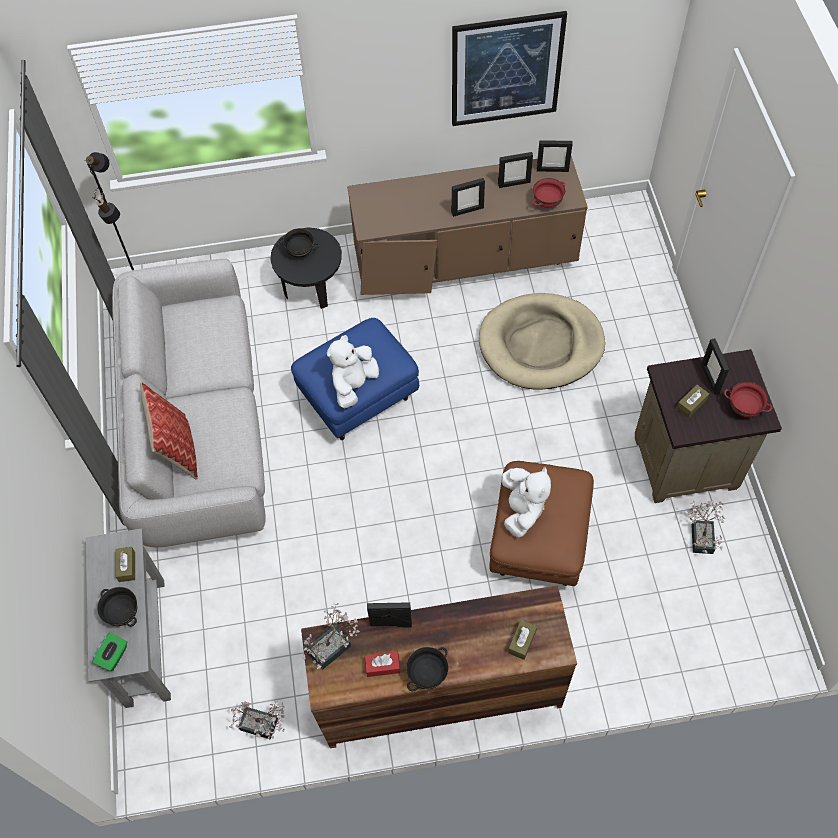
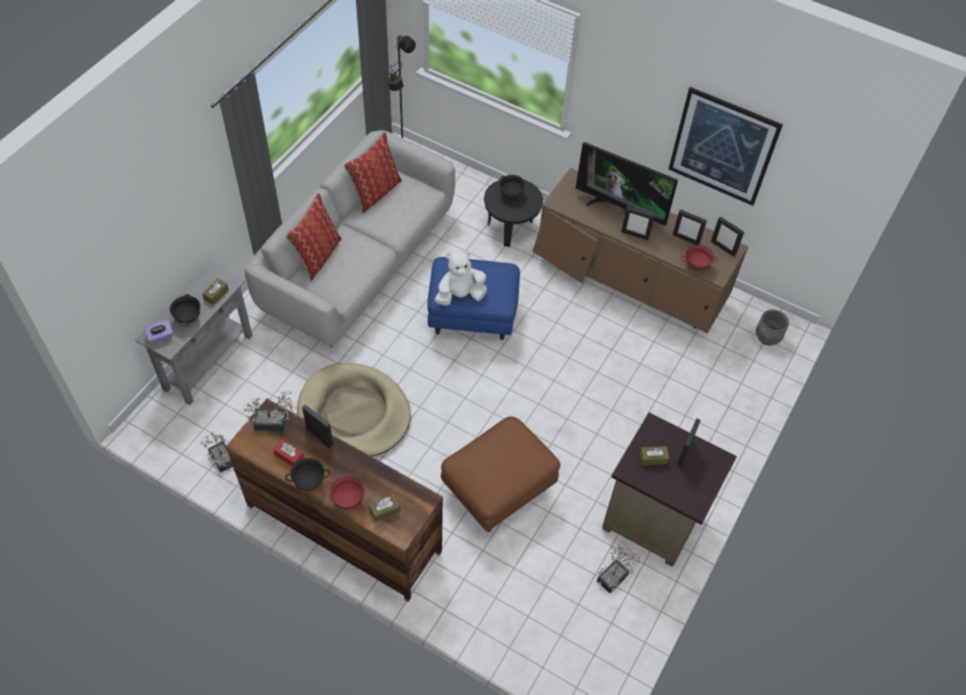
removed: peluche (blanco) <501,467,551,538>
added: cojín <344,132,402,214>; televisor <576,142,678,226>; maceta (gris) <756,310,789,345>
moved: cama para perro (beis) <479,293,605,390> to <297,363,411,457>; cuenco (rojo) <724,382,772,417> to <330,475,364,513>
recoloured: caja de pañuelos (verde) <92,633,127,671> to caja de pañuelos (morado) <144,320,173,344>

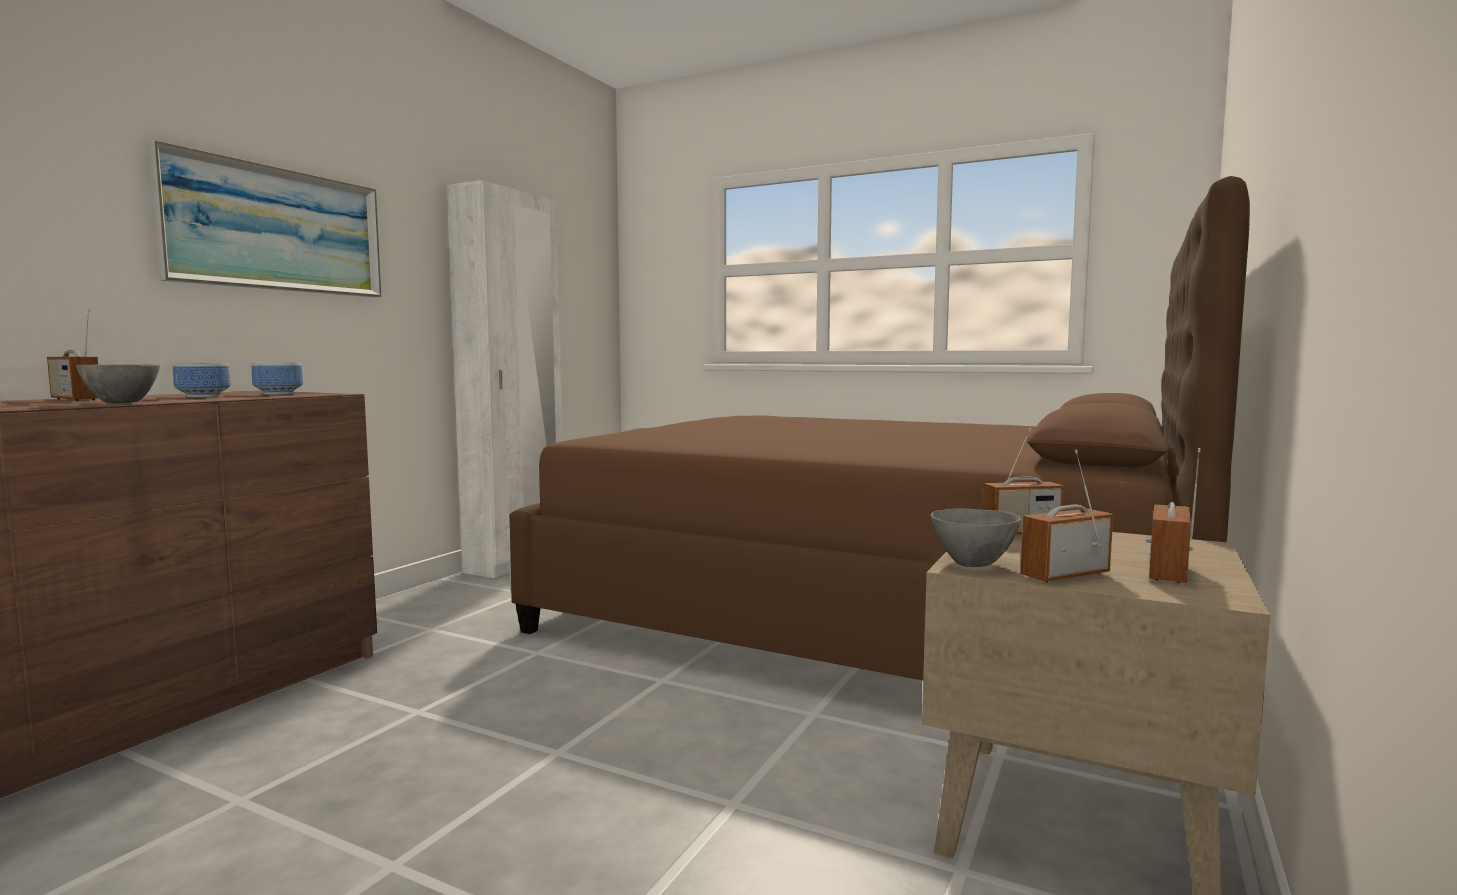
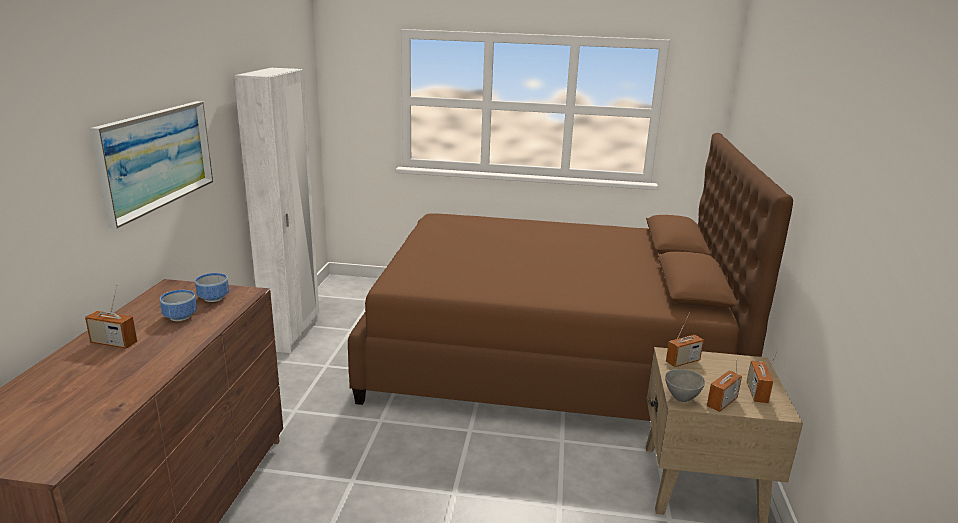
removed: cuenco (gris) <76,364,160,403>

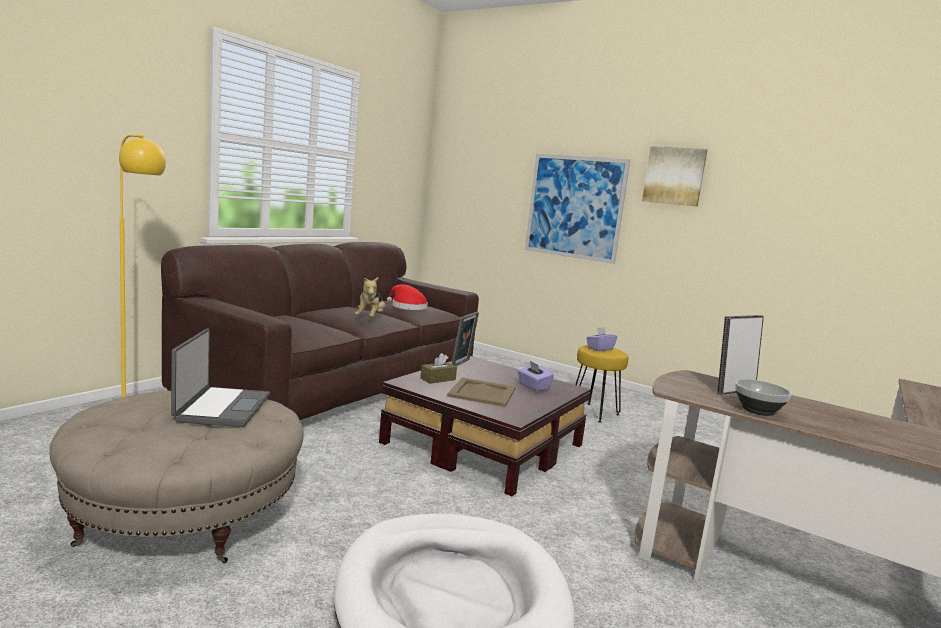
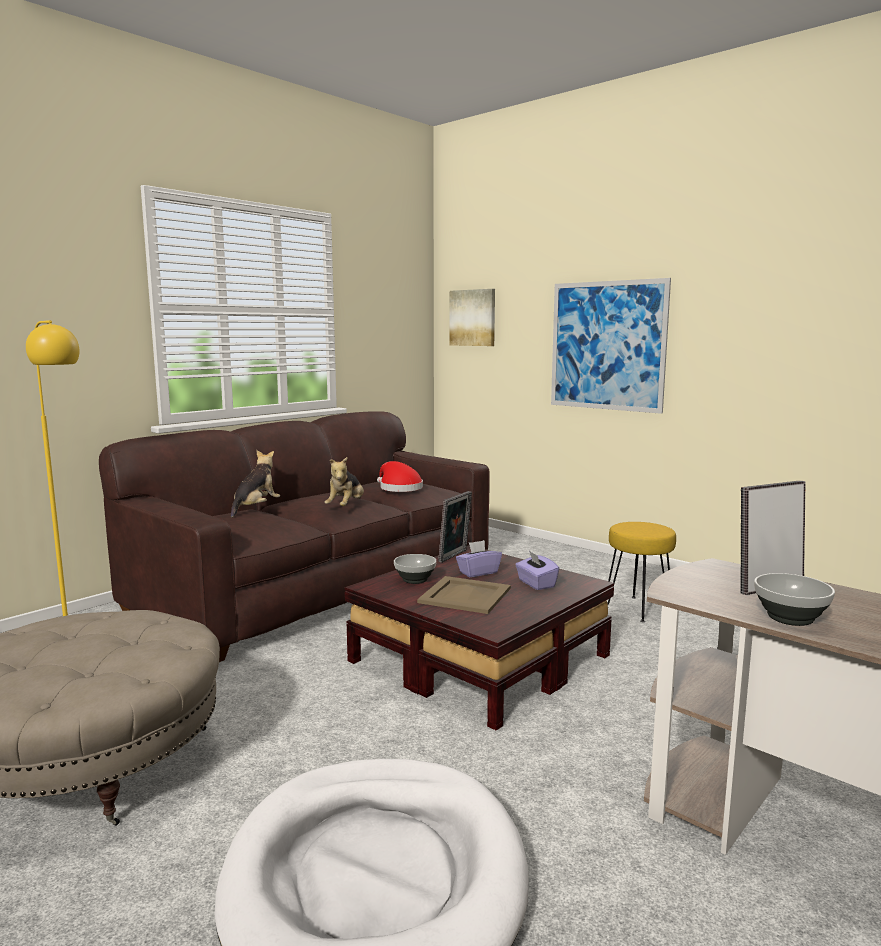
removed: portátil <171,328,270,427>
added: peluche <231,450,280,518>
moved: caja de pañuelos (morado) <586,327,618,351> to <456,540,502,577>; cuadro <642,146,708,207> to <449,289,495,346>
replaced: caja de pañuelos (marrón) <420,353,457,384> to cuenco <394,554,436,584>

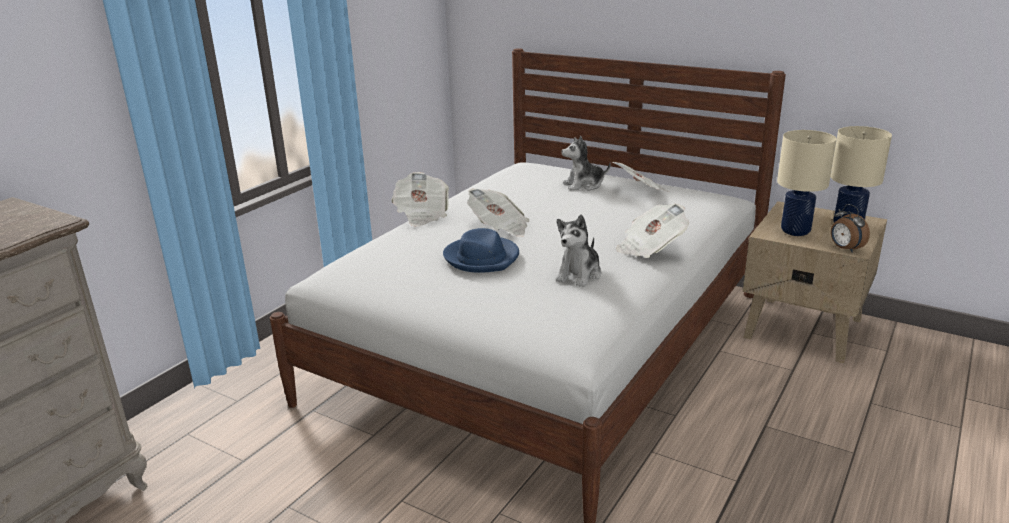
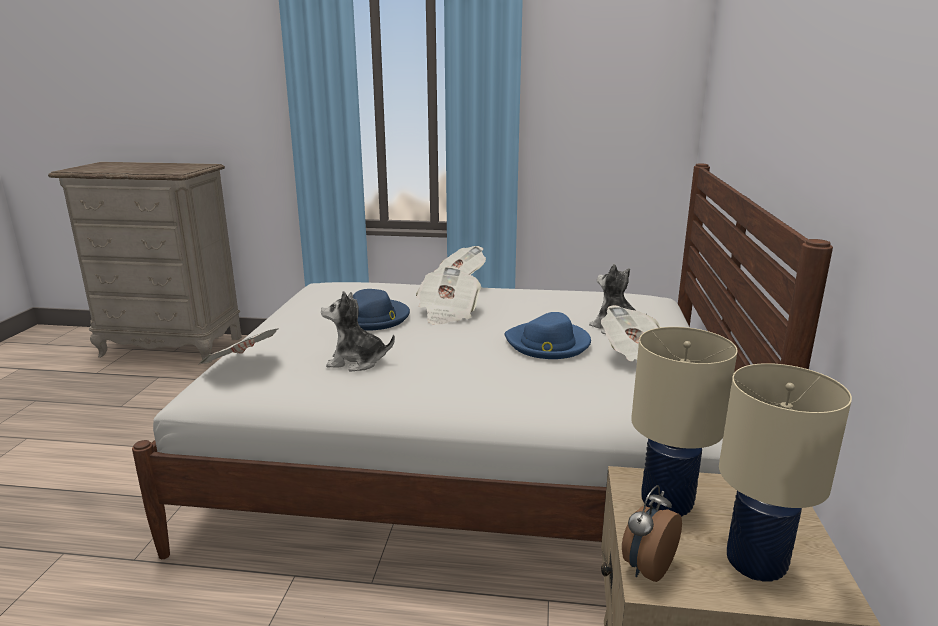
added: sombrero (azul) <505,312,591,359>
moved: periódico <616,204,689,258> to <198,329,278,365>

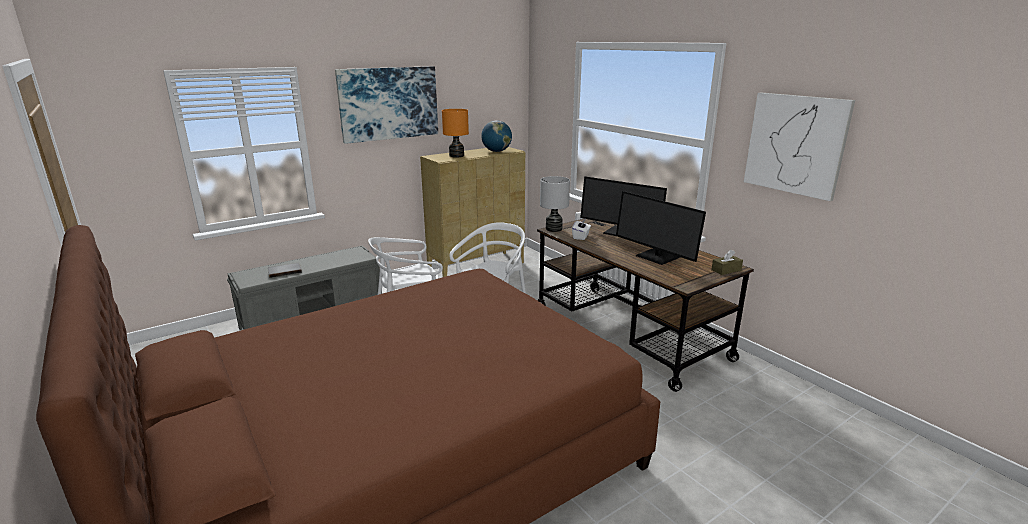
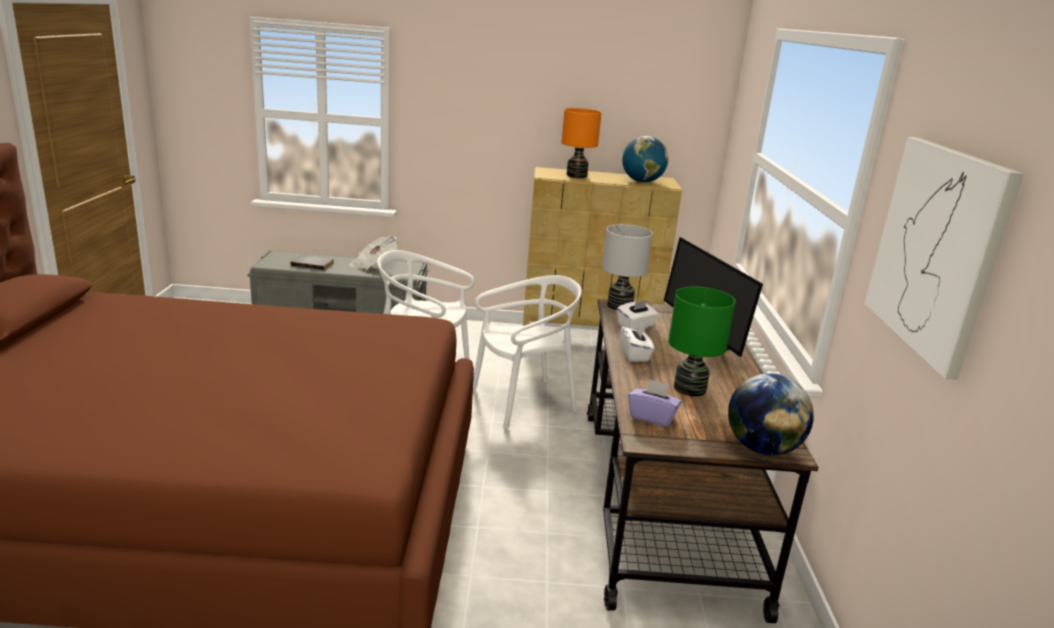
removed: cuadro <335,66,438,144>
added: periódico <349,236,397,269>; caja de pañuelos (blanco) <621,324,655,362>; caja de pañuelos (morado) <628,379,681,427>
replaced: monitor <616,191,706,265> to lámpara de mesa (verde) <668,286,736,396>; caja de pañuelos (marrón) <711,249,743,275> to globo terráqueo <728,373,814,456>

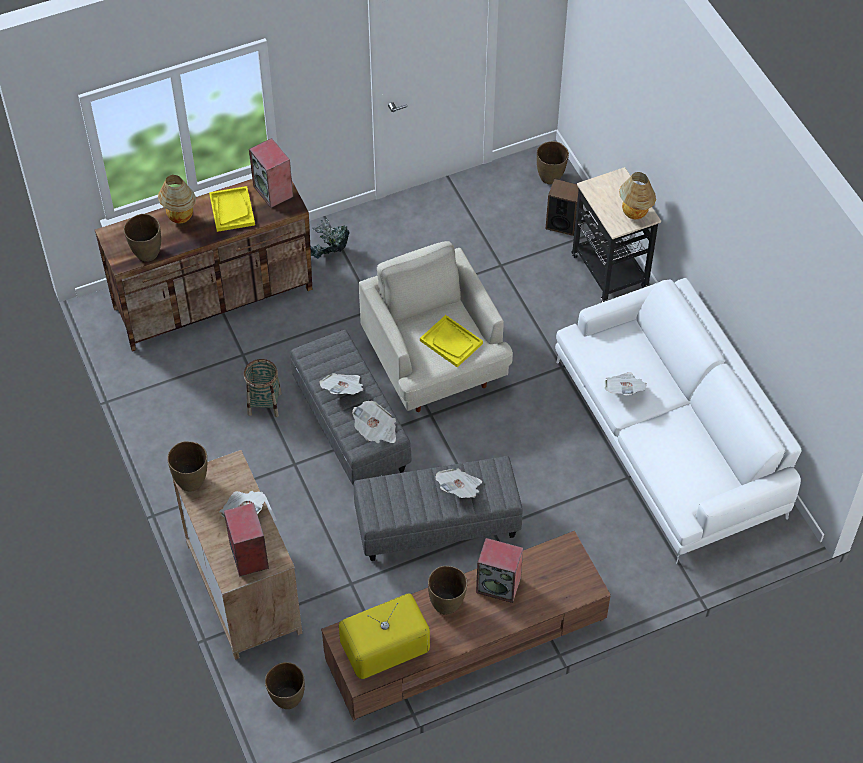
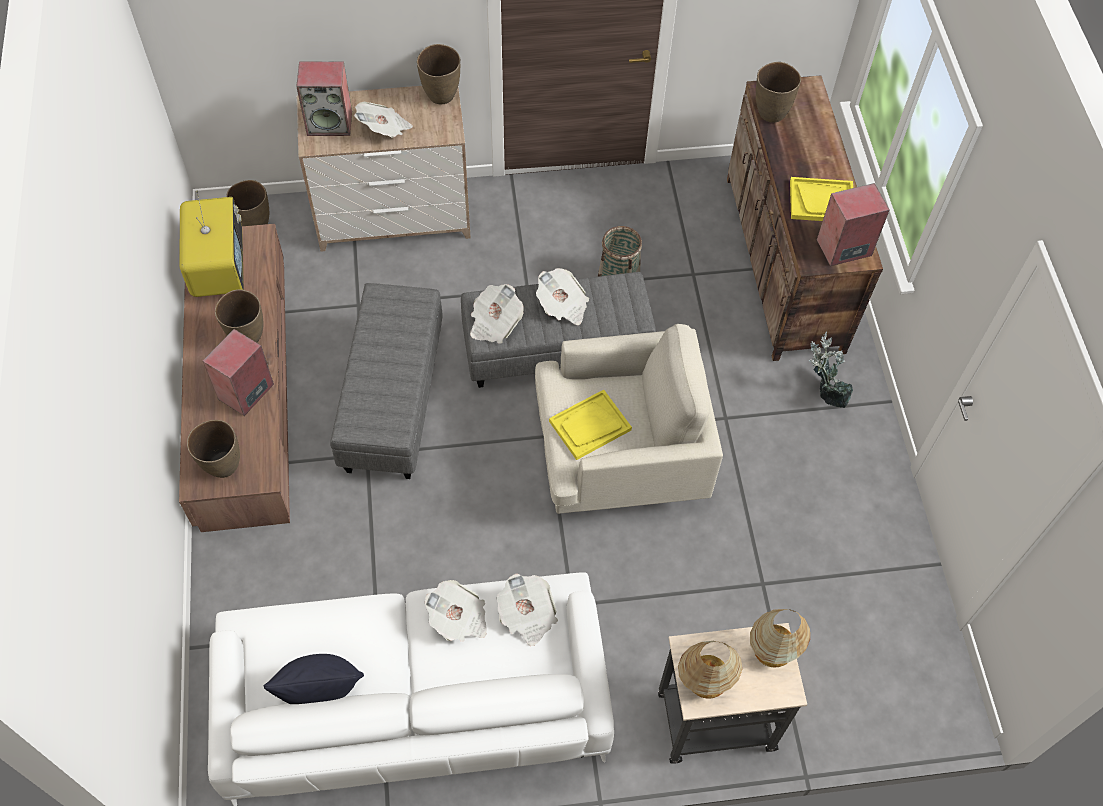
removed: altavoz <546,179,579,236>
added: cojín (negro) <264,654,364,704>
moved: lámpara de mesa <158,175,196,223> to <750,609,810,667>; periódico <435,468,482,498> to <496,573,558,646>; florero (marrón) <537,141,569,184> to <187,420,240,478>

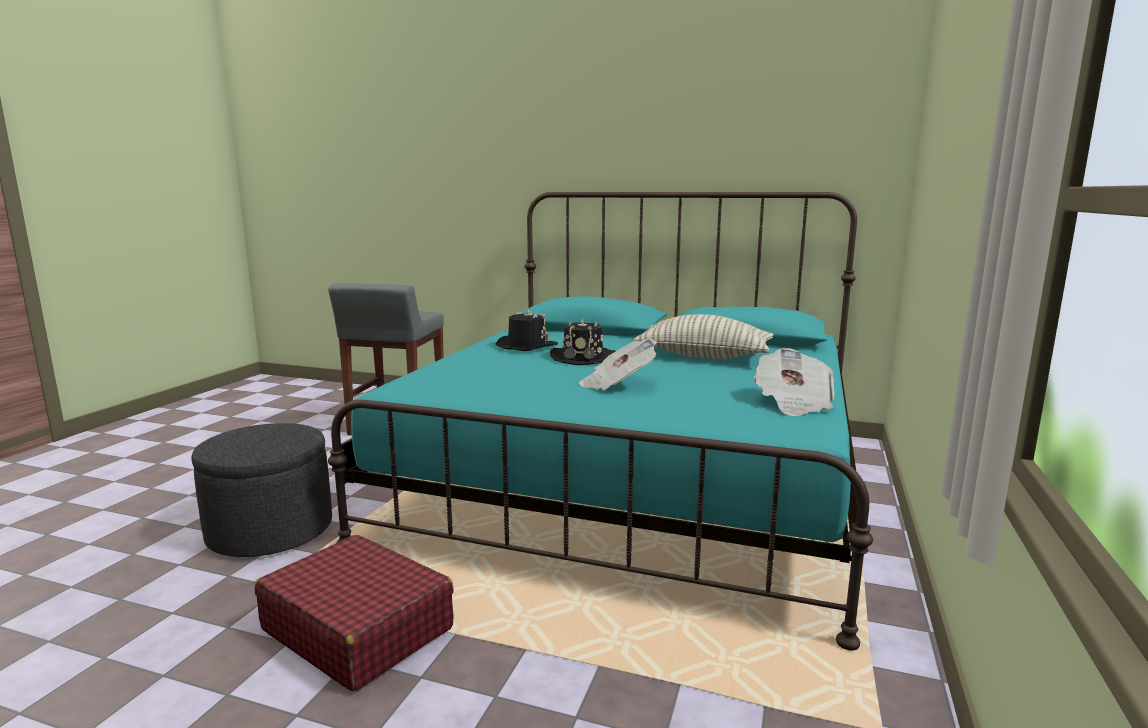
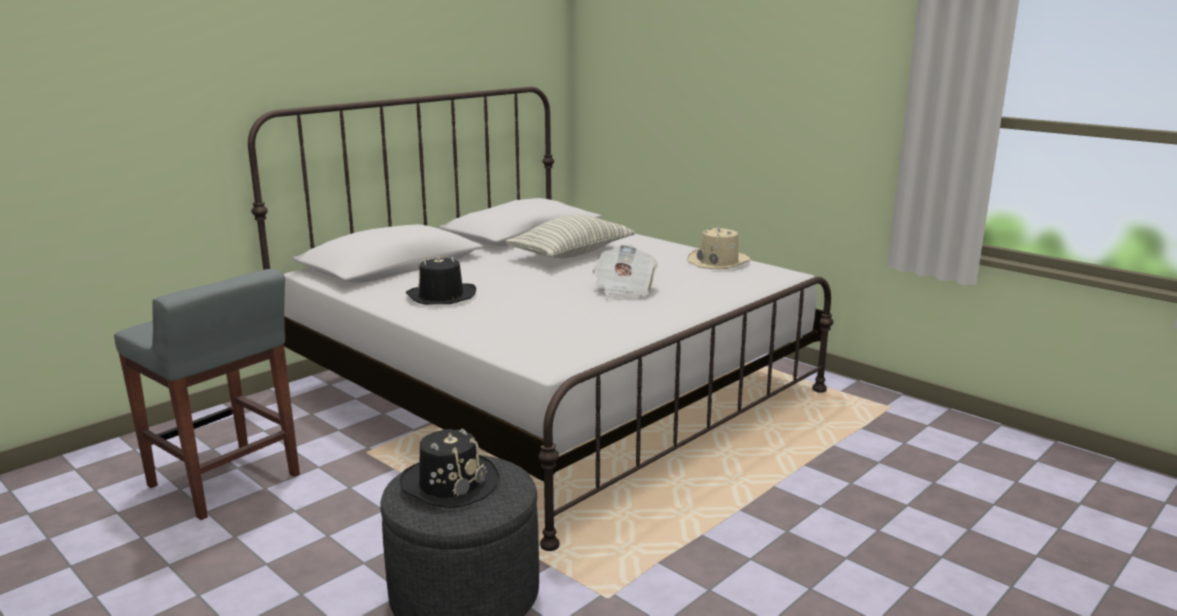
removed: maleta (rojo) <255,535,454,692>
moved: sombrero (negro) <550,318,616,365> to <400,429,500,508>
replaced: periódico <754,348,835,416> to sombrero (beis) <687,226,750,269>
recoloured: cama (turquesa) <328,192,873,650> to cama (blanco) <248,87,833,551>

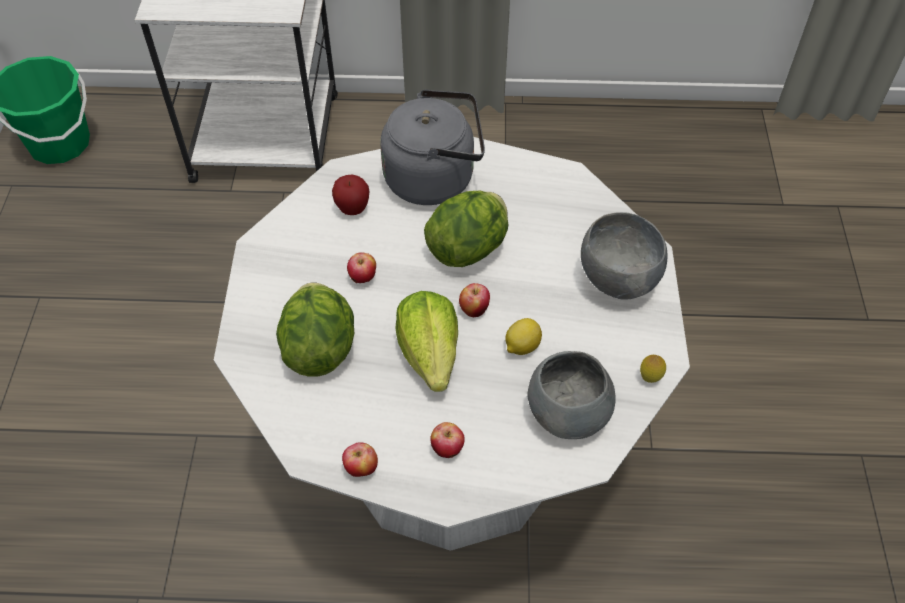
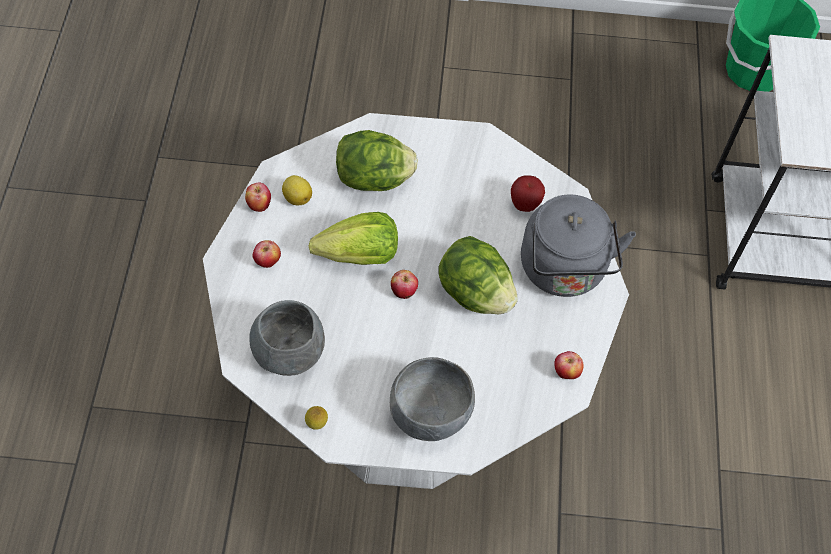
moved: manzana <347,252,376,283> to <554,351,584,379>; limón <505,318,542,355> to <282,175,312,205>

